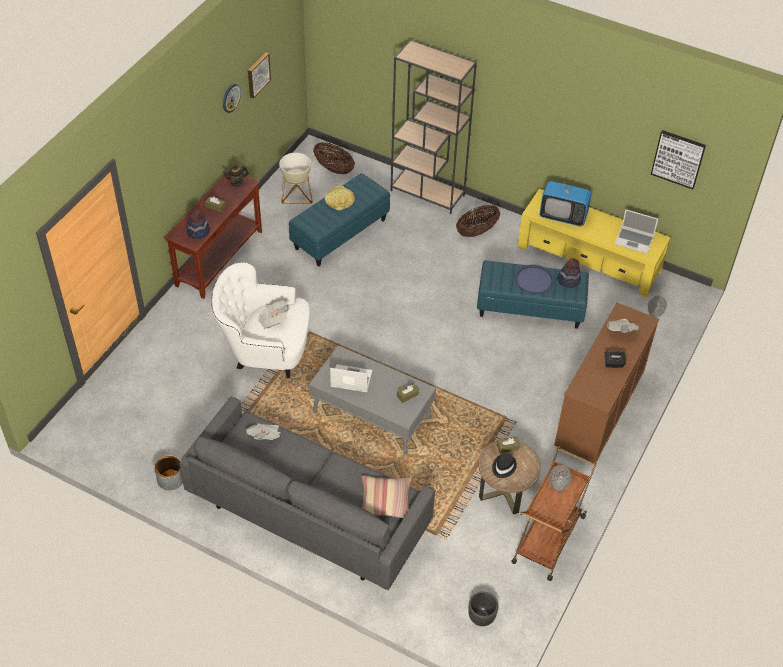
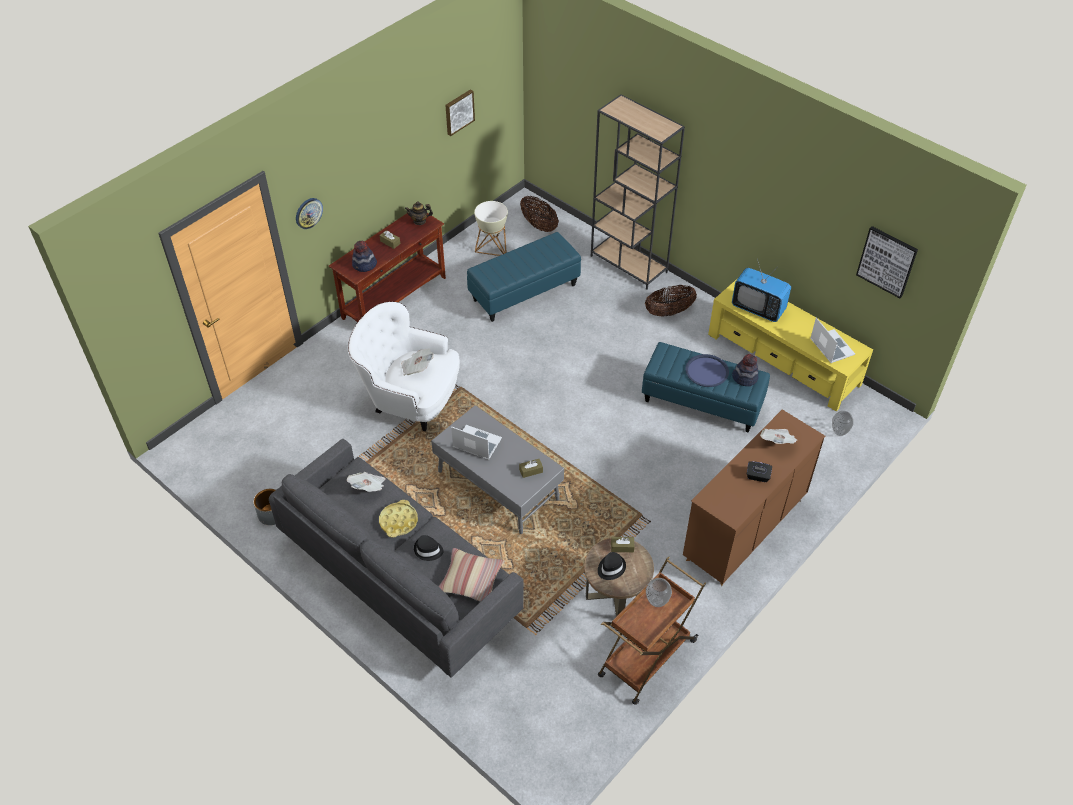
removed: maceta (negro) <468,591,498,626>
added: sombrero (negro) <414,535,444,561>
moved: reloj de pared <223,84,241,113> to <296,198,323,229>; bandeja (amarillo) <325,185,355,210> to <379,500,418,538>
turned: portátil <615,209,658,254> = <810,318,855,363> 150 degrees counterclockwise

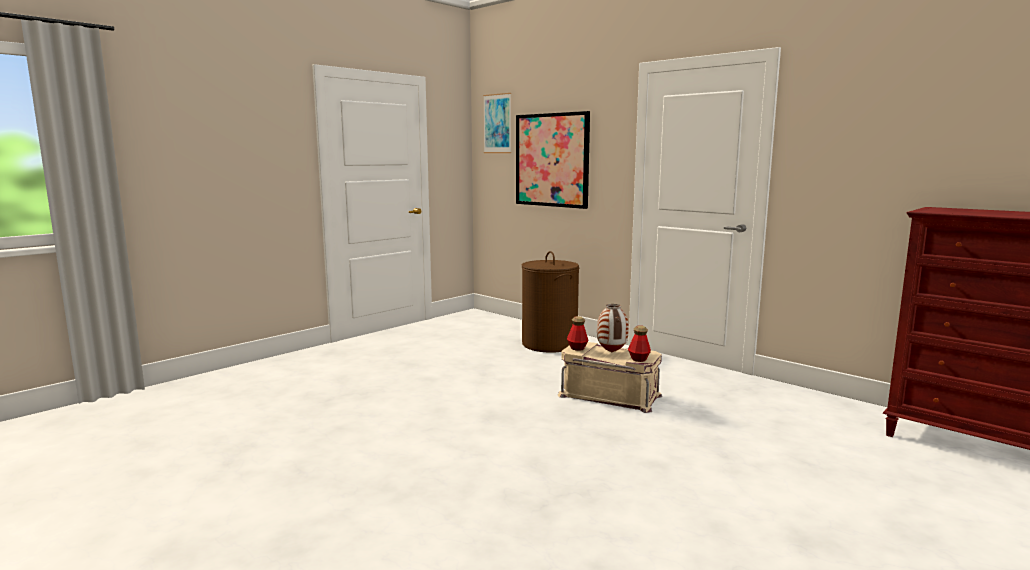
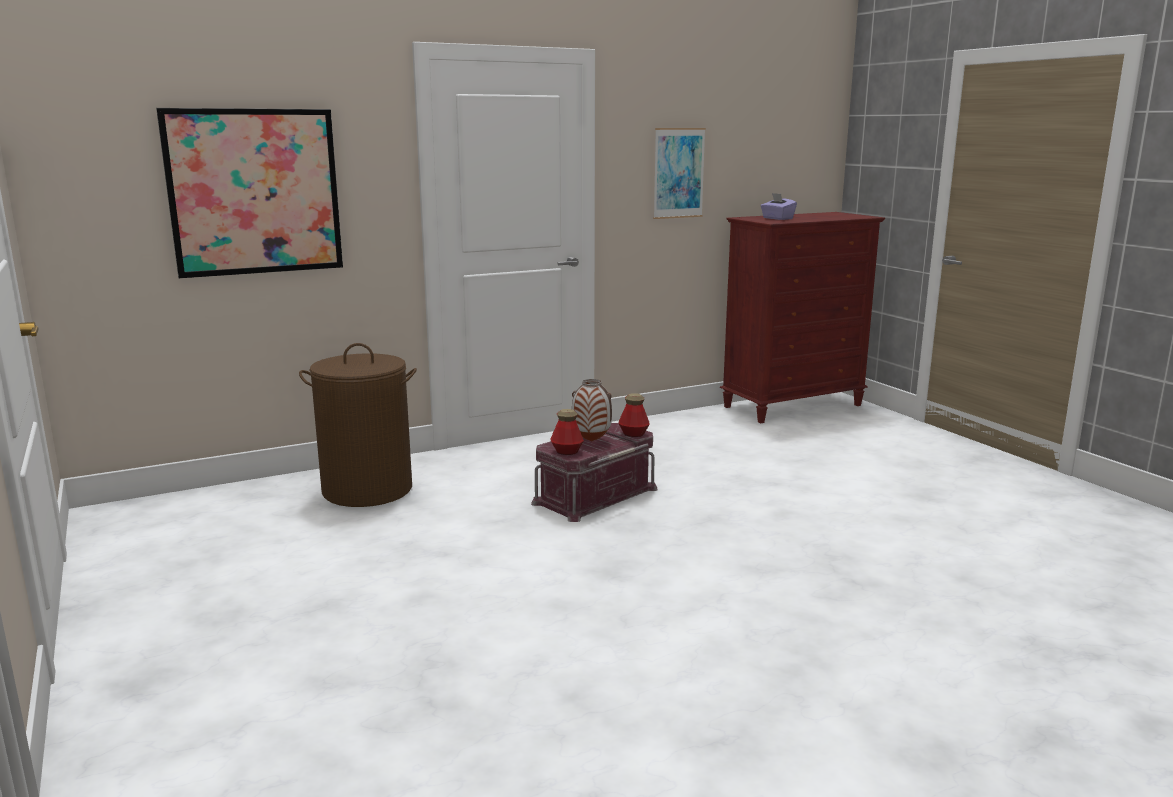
added: caja de pañuelos (morado) <761,193,797,220>
moved: cuadro <483,93,511,153> to <653,128,706,219>
recoloured: caja de almacenaje (beis) <558,342,662,413> to caja de almacenaje (rojo) <531,423,657,522>

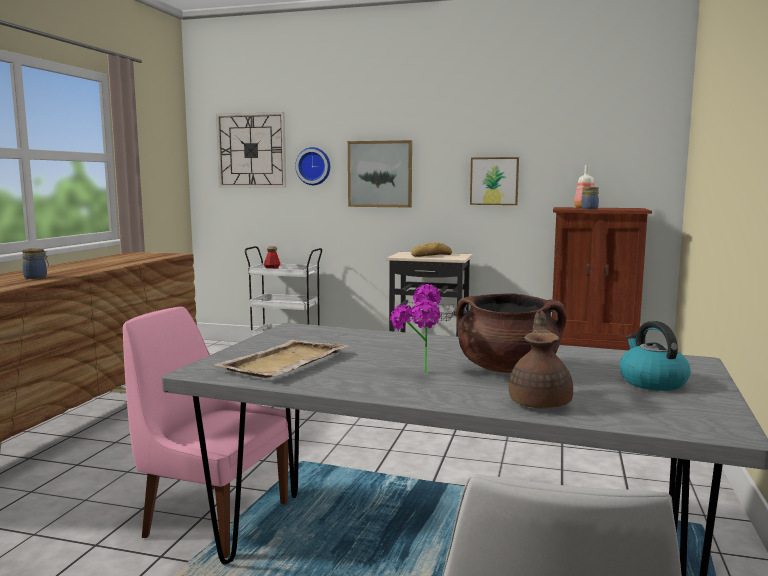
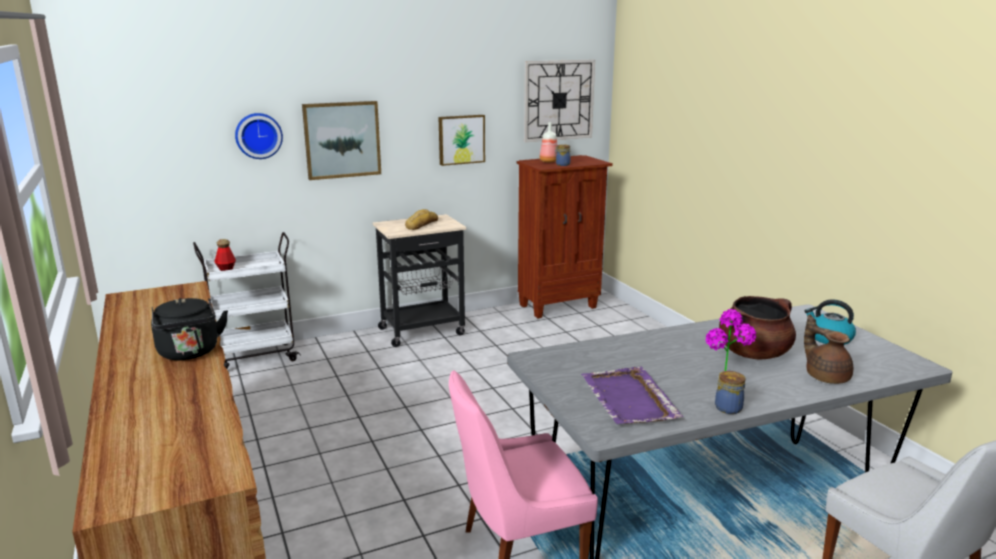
added: hervidor (negro) <151,298,228,360>
moved: tarro <22,248,49,279> to <715,371,746,414>; reloj de pared <216,112,286,188> to <524,60,595,142>
recoloured: bandeja (beis) <213,340,350,378> to bandeja (morado) <581,366,684,424>

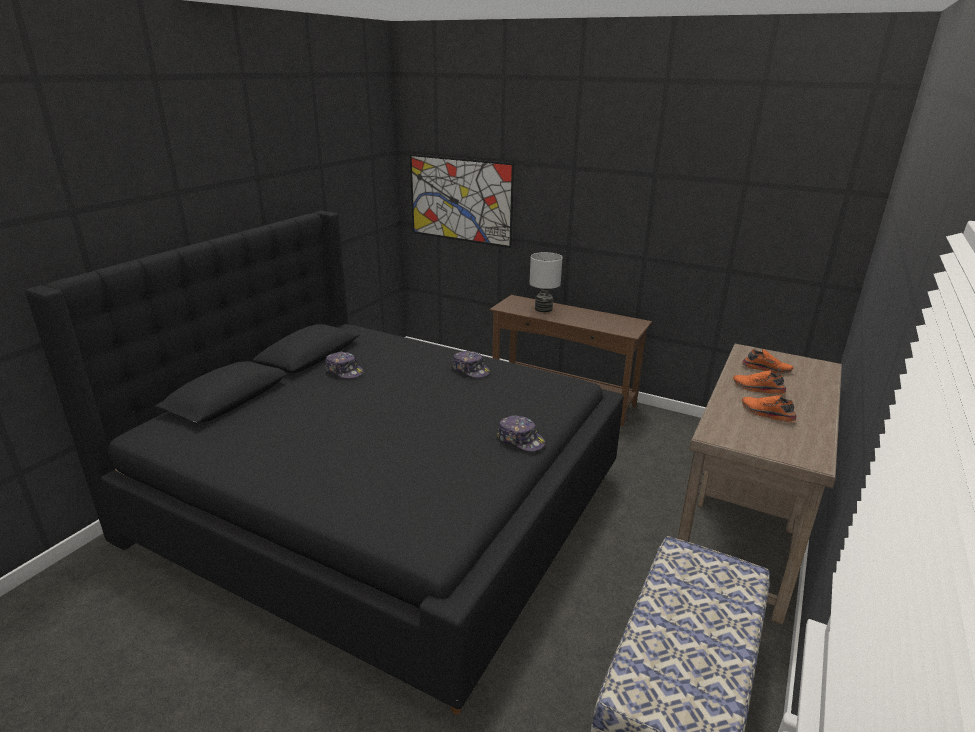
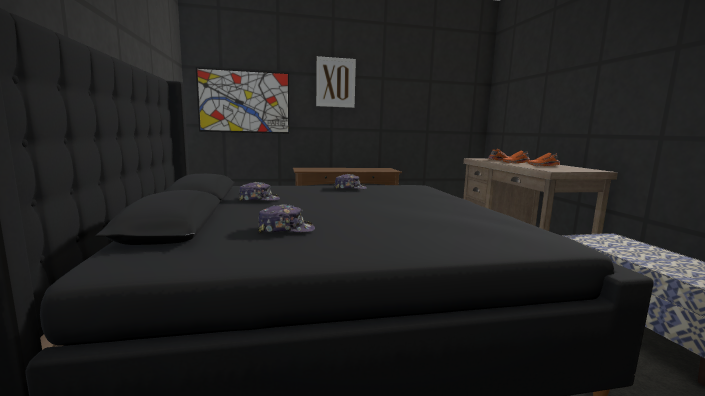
removed: lámpara de mesa (gris) <529,252,562,312>
added: cuadro <316,56,356,108>
moved: gorra <496,416,545,451> to <258,204,315,233>

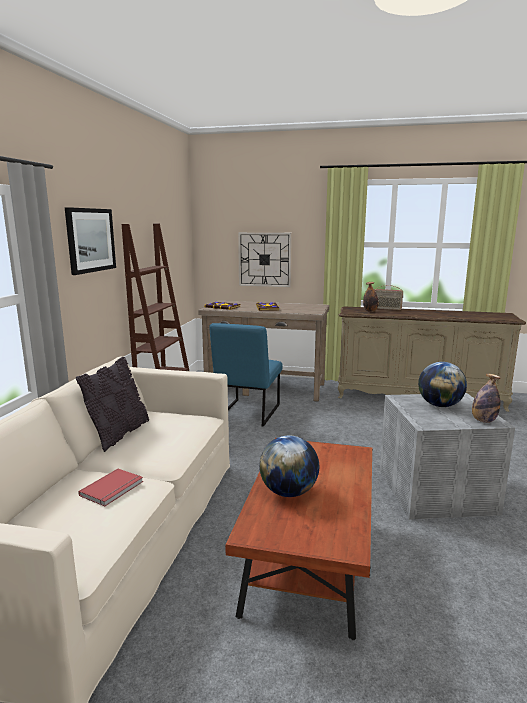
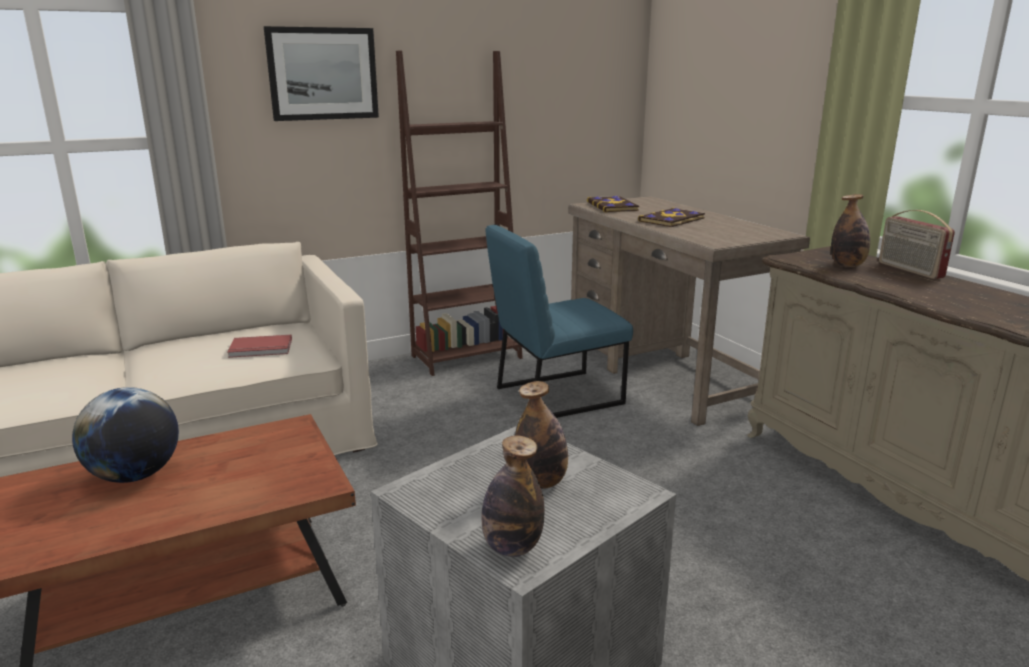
removed: cojín (negro) <76,357,149,452>; reloj de pared <238,232,291,287>
moved: libro (rojo) <78,469,143,506> to <227,335,292,358>
replaced: globo terráqueo <418,362,467,407> to botella <515,381,568,489>

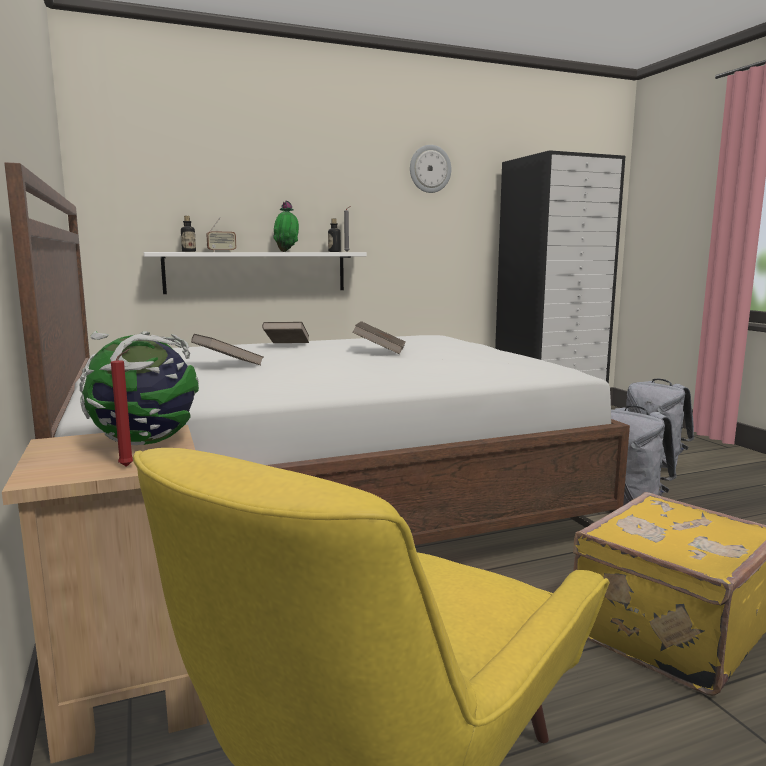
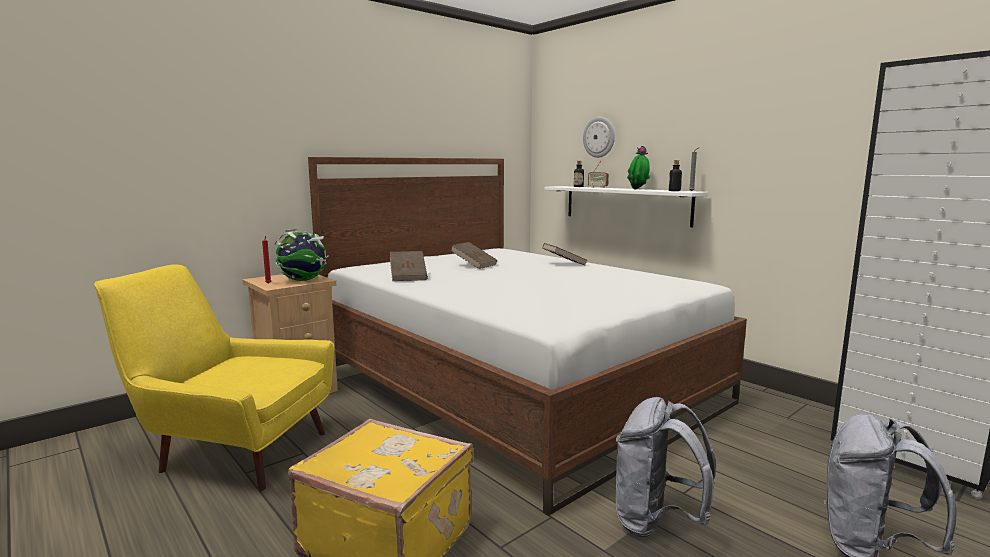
moved: libro (marrón) <352,321,406,354> to <390,251,428,281>; reloj de pared <410,145,451,193> to <583,117,615,158>

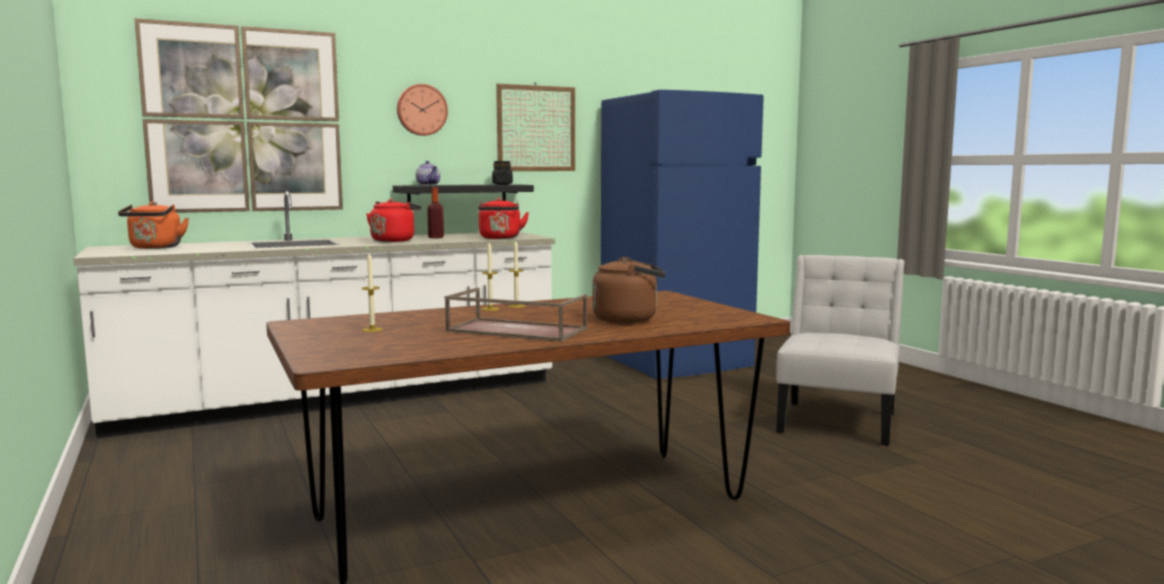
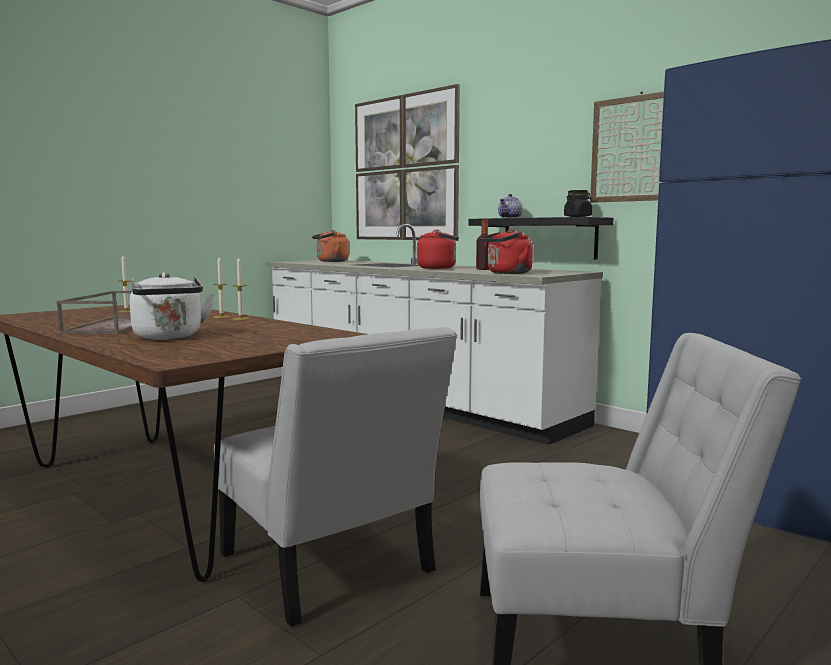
removed: reloj de pared <397,84,448,136>
added: silla (blanco) <214,327,457,627>
recoloured: hervidor (marrón) <592,257,666,323> to hervidor (blanco) <130,272,214,340>

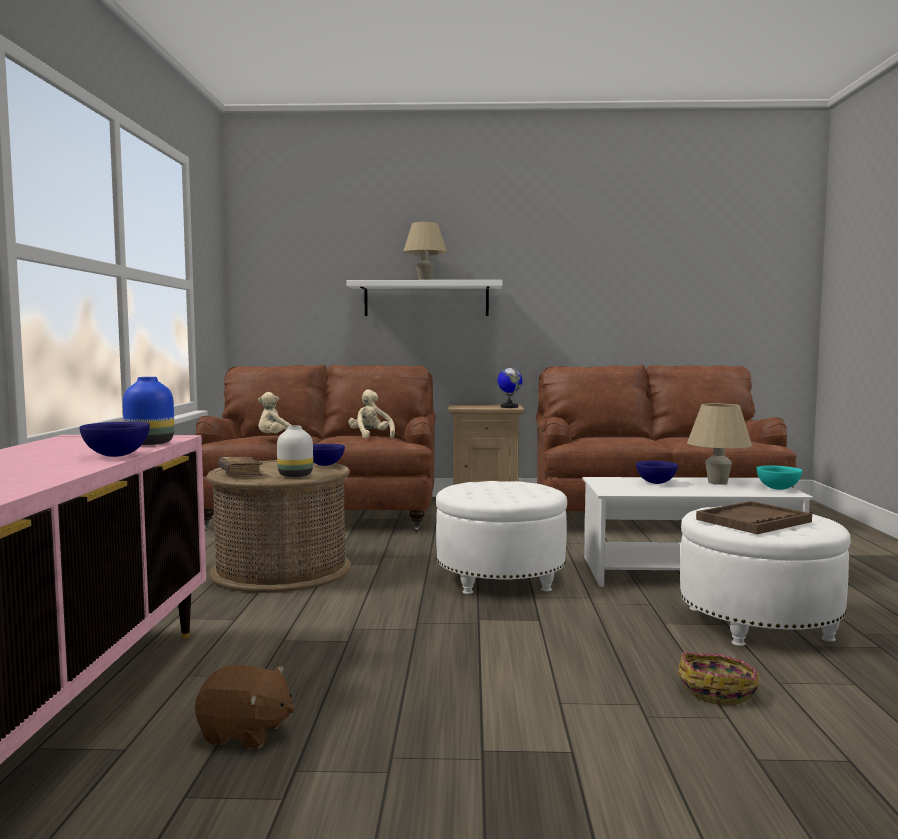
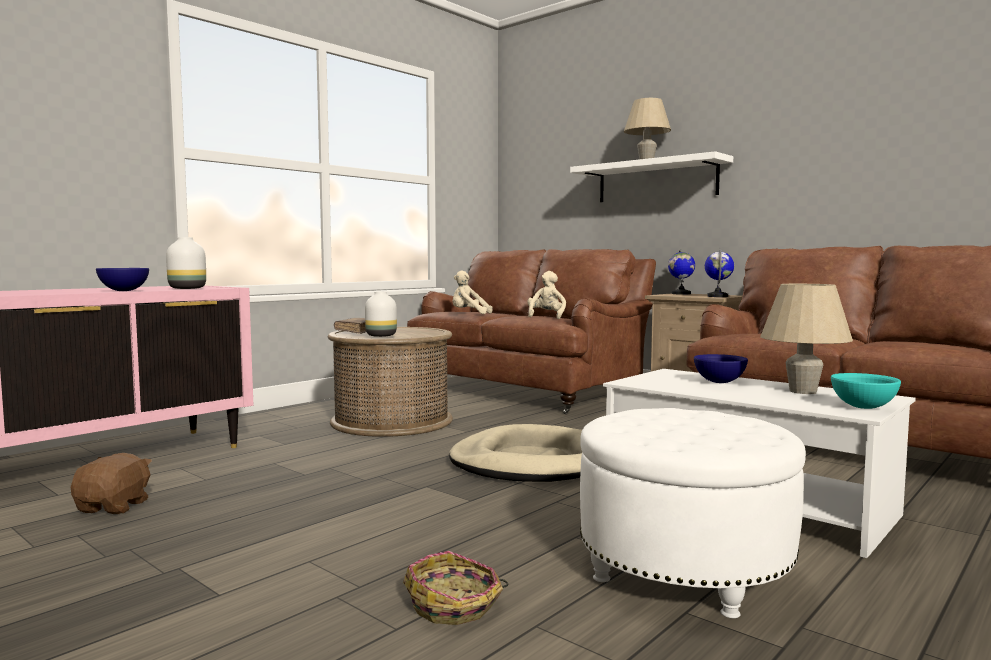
removed: cuenco (azul) <313,444,345,466>; bandeja (marrón) <696,501,812,534>
added: globo terráqueo <668,249,695,295>
replaced: puf (blanco) <436,481,567,594> to cama para perro (beis) <449,424,582,482>
recoloured: florero (azul) <123,377,174,445> to florero (blanco) <166,237,206,289>
turned: peluche (marrón) <195,665,295,749> = <71,453,152,514> 135 degrees counterclockwise

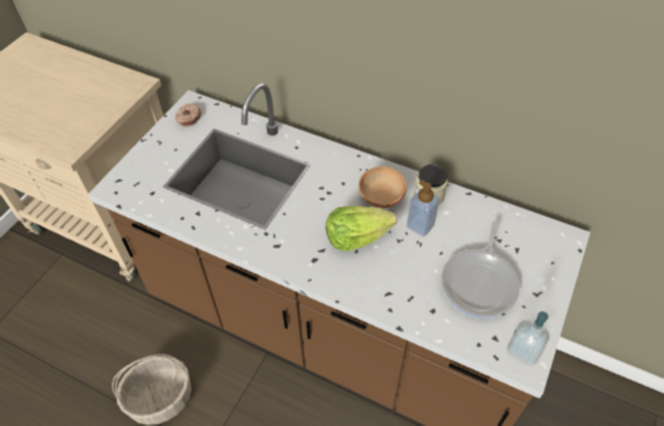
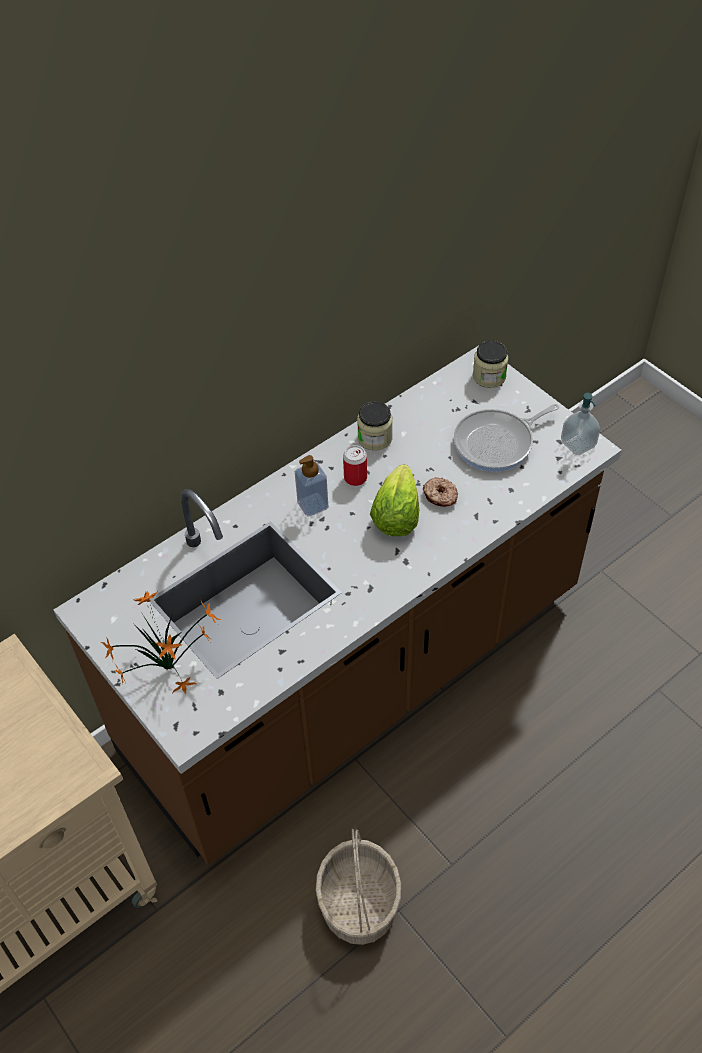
added: planta en maceta <101,590,221,694>; tarro <473,341,508,388>
moved: rosquilla <175,103,201,127> to <423,477,458,507>; dispensador de jabón <407,180,440,237> to <295,455,329,517>
replaced: cuenco (marrón) <359,166,407,208> to lata <343,445,367,486>
turned: sartén <441,221,520,319> = <454,404,559,472> 105 degrees clockwise

